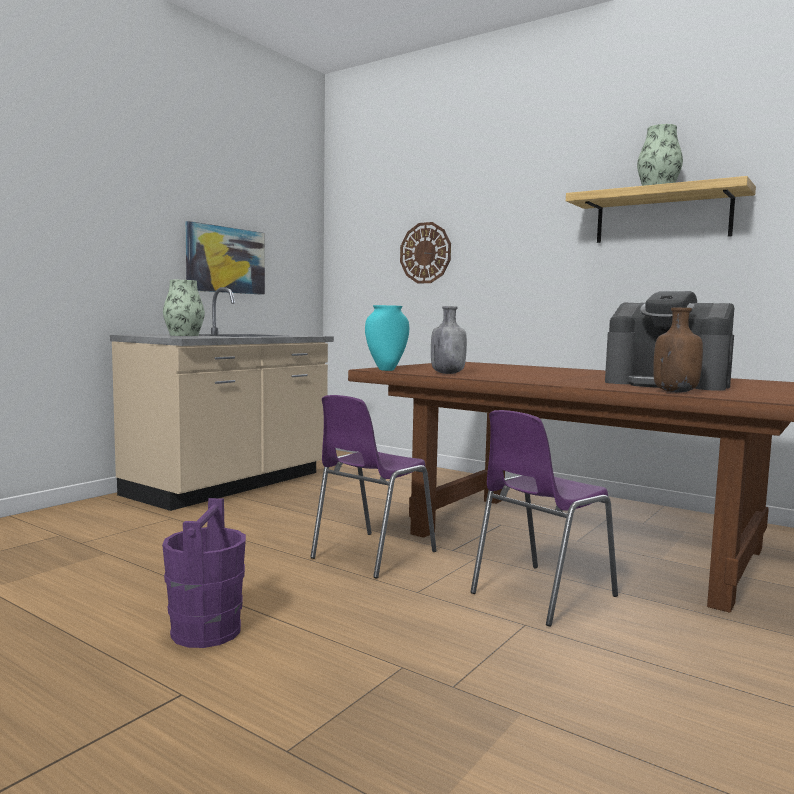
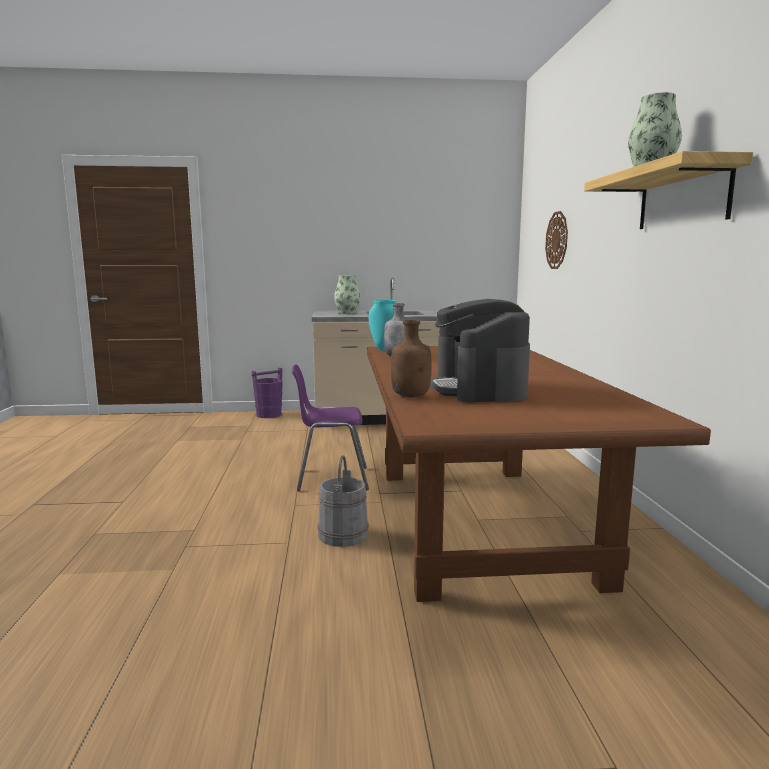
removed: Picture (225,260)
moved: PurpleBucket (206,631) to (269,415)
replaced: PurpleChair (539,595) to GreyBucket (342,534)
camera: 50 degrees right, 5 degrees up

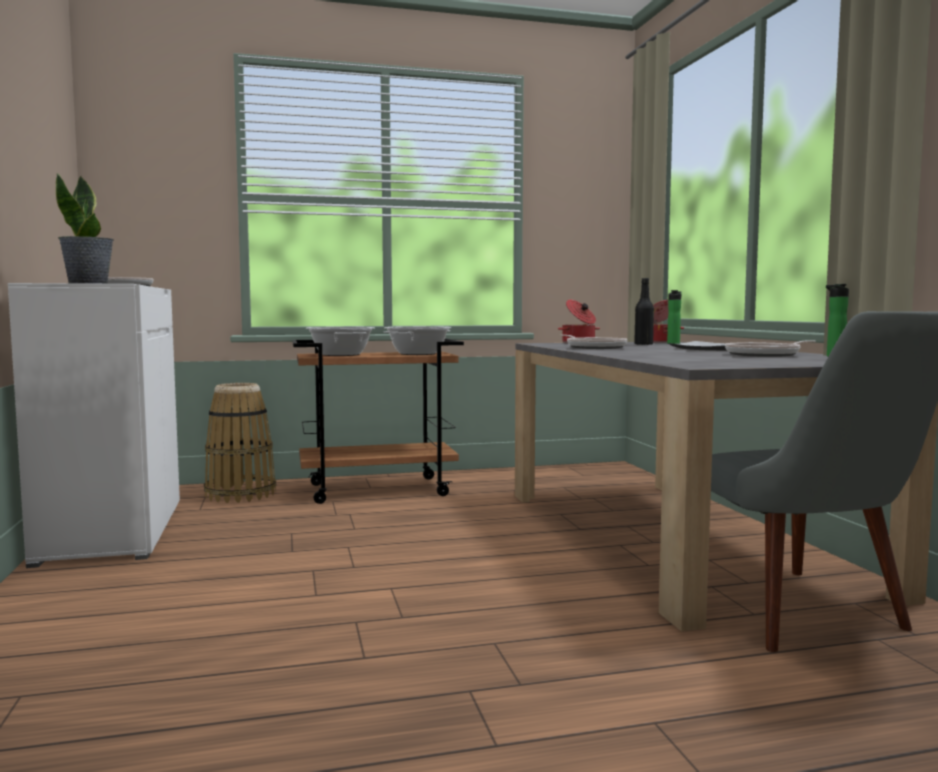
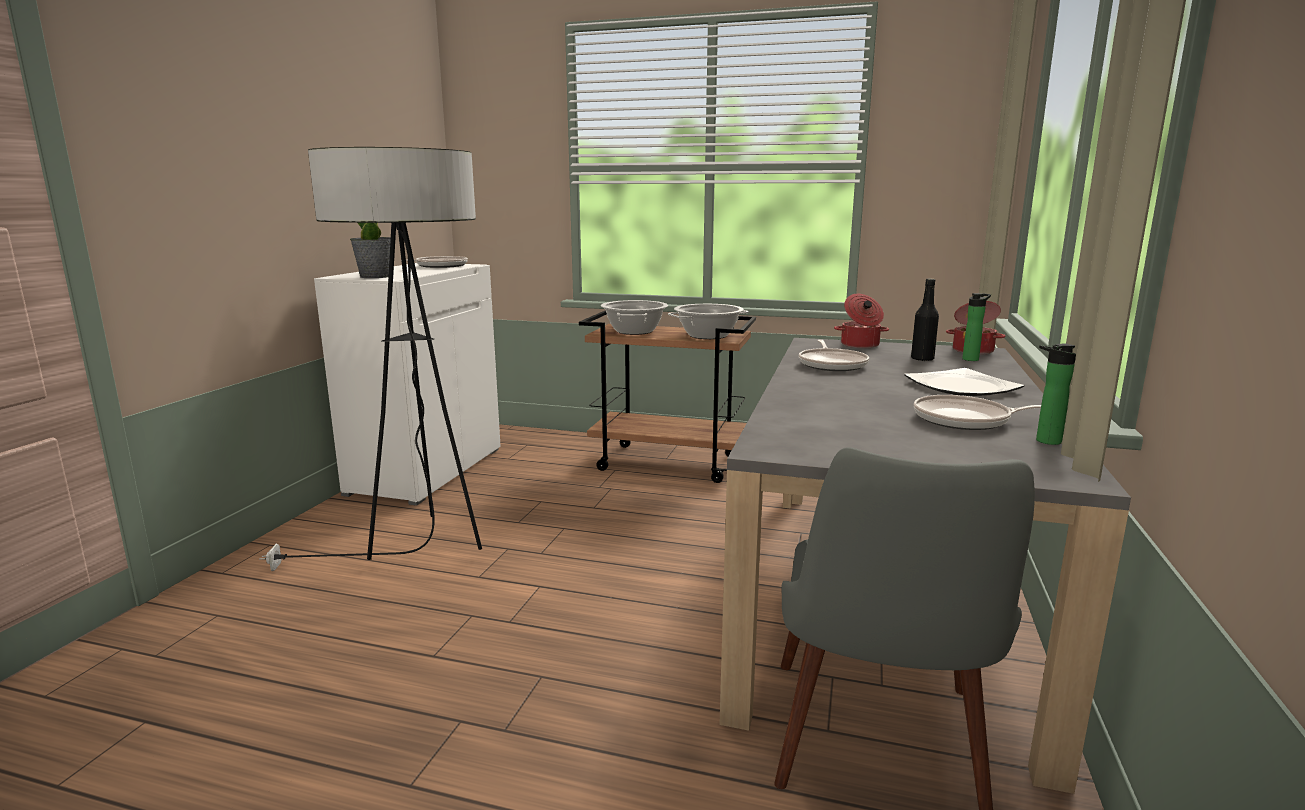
removed: Basket (241,494)
added: FloorLamp (421,550)
camera: 30 degrees right, 10 degrees up

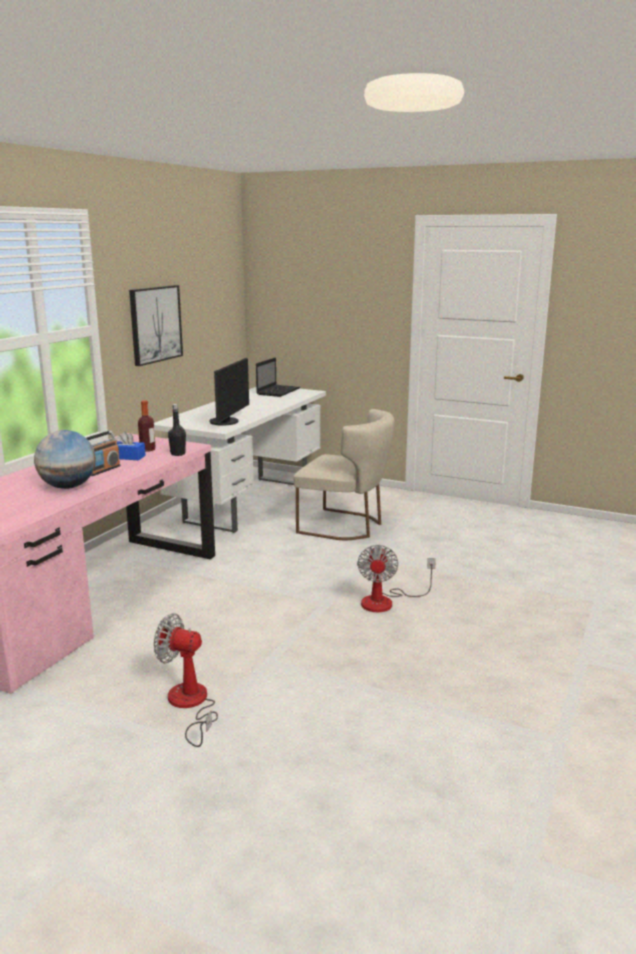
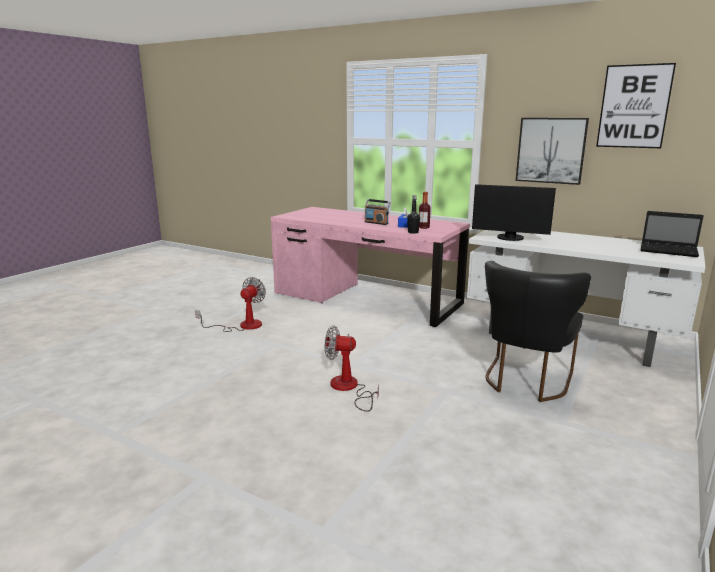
removed: Globe (68,487)
added: Picture (634,106)
recoloured: BeigeChair (346,526) to BlackChair (525,382)
camera: 95 degrees right, 0 degrees up

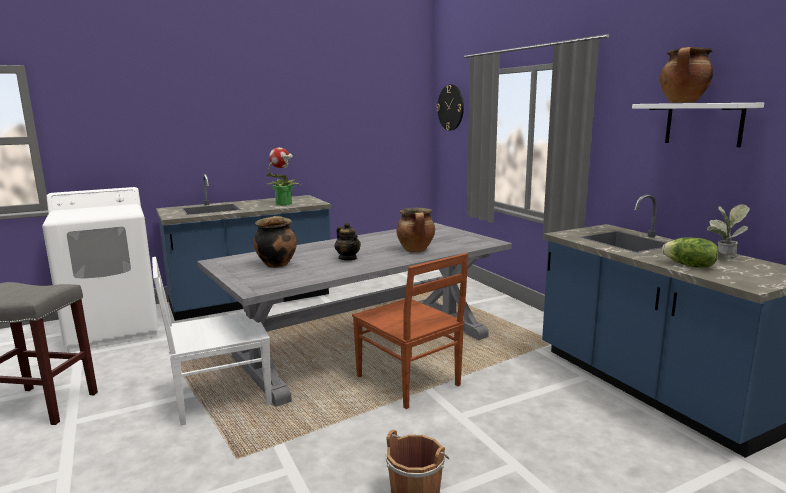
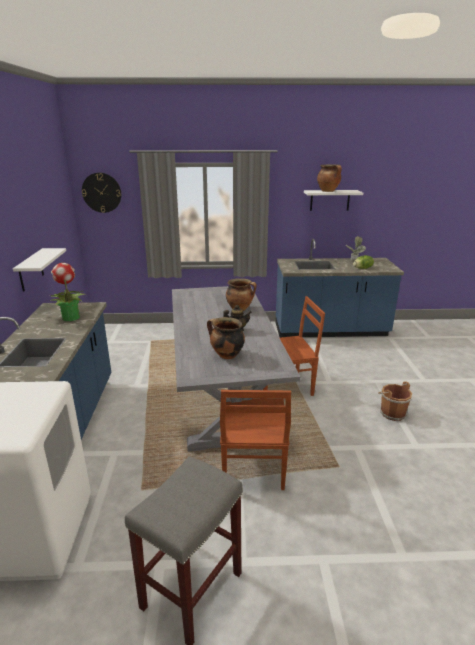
added: WhiteShelf (31,270)
recoloured: WhiteChair (219,397) to BrownChair (252,466)
camera: 65 degrees left, 10 degrees up

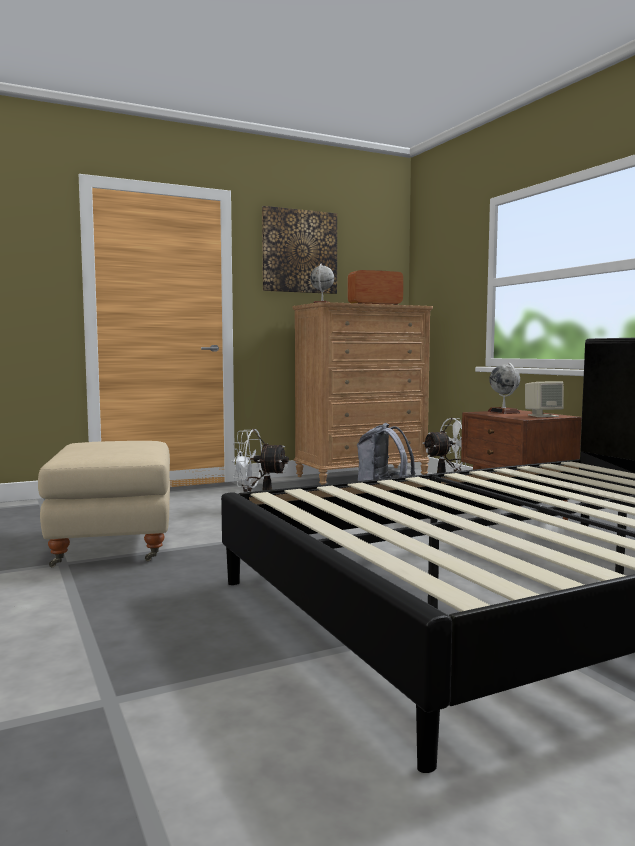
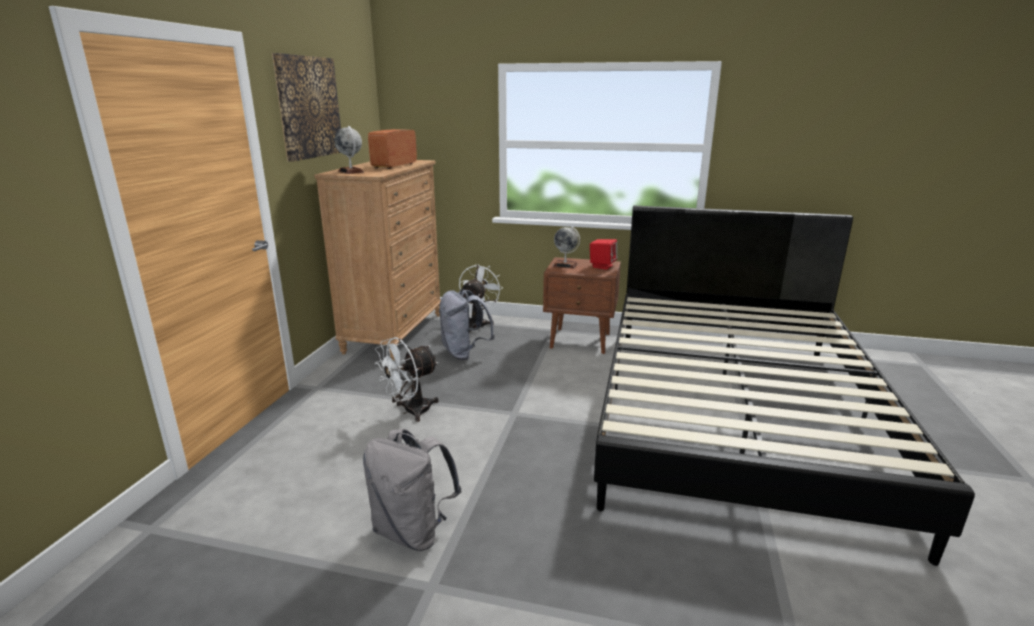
replaced: BeigeOttoman (115,545) to GreyBackpack (413,531)
recoloured: BeigeSpeaker (543,416) to RedSpeaker (602,266)
camera: 50 degrees left, 15 degrees up

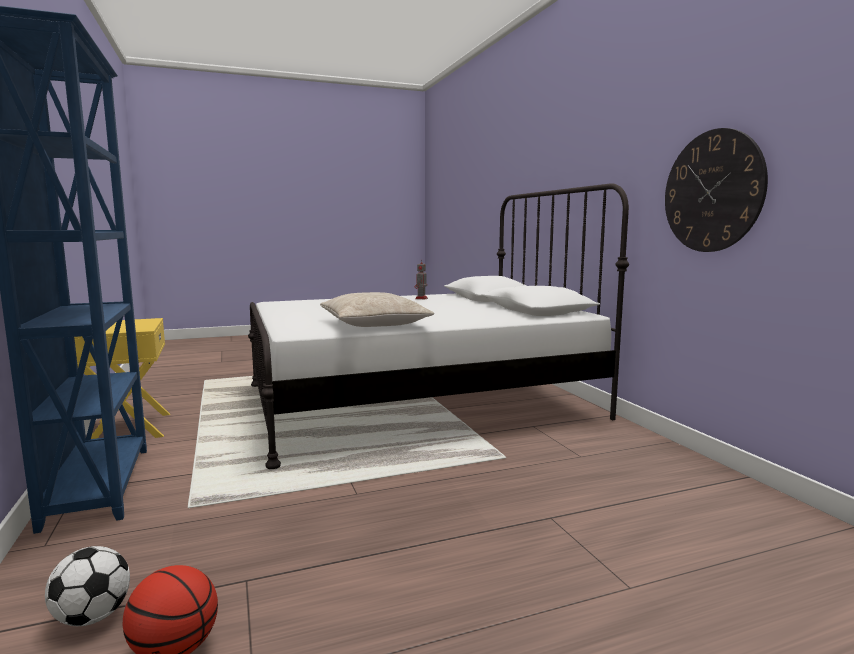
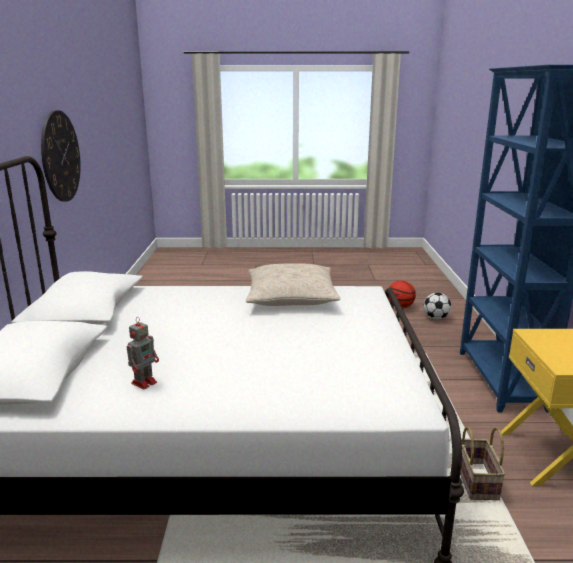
added: Basket (478,483)
camera: 160 degrees left, 10 degrees up

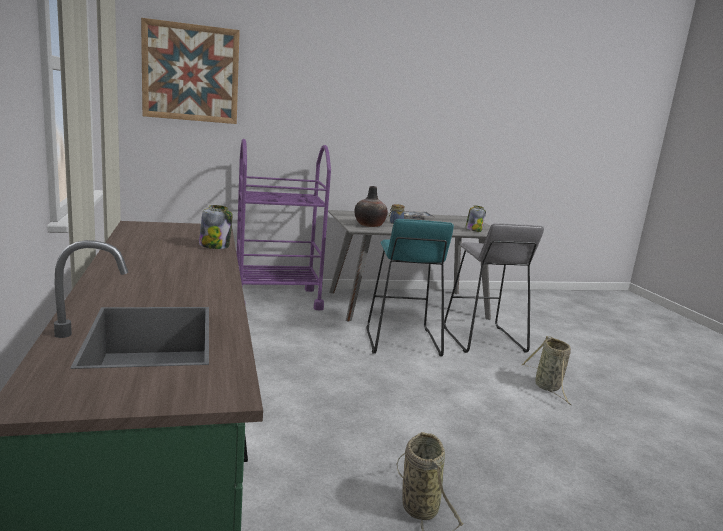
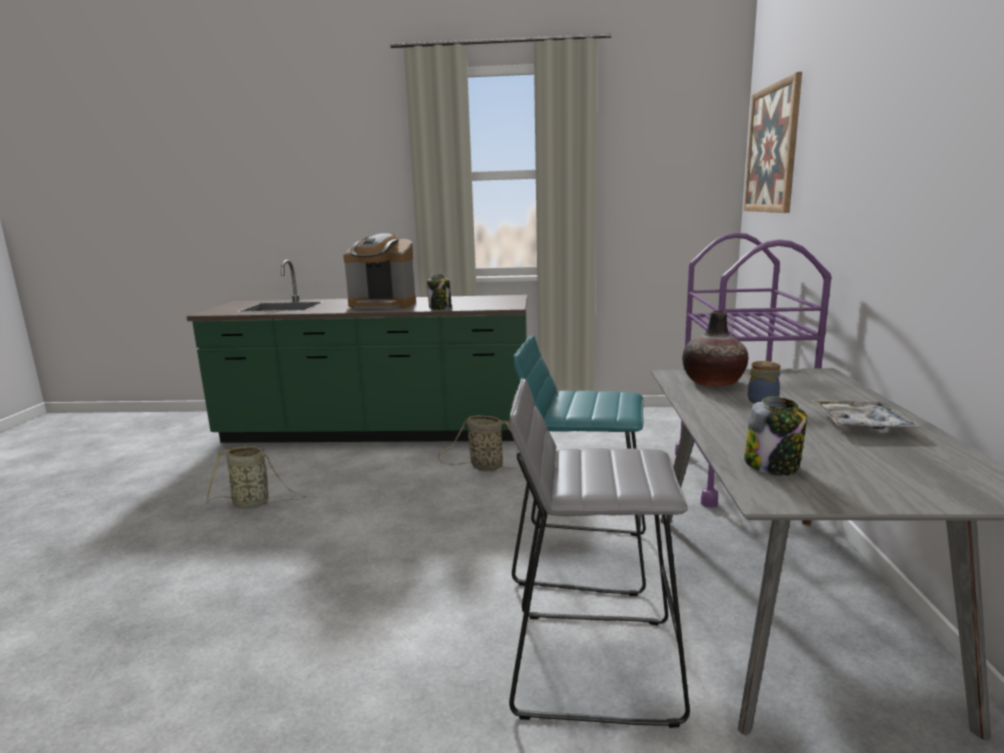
added: CoffeeMachine (383,305)
moved: Basket (548,388) to (484,467)
camera: 110 degrees right, 0 degrees up

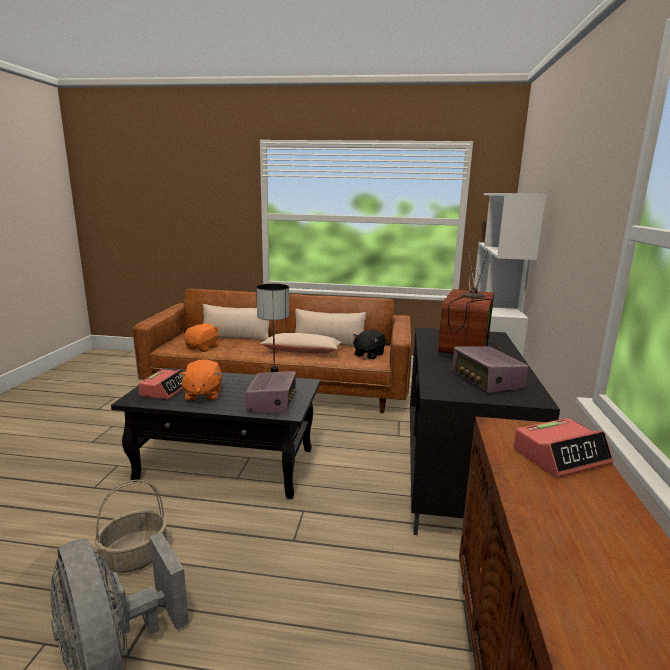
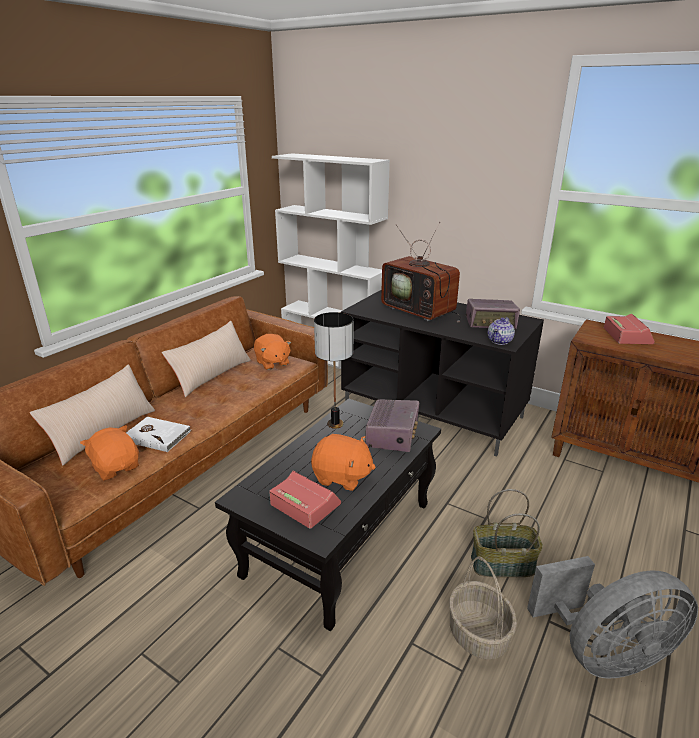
removed: BeigePillow (302,352)
added: Teapot (500,341); WhiteBook (157,435); Basket (502,565)
recoloured: BlackPlushToy (368,354) to OrangePlushToy (272,363)
turned: Radio (272,403) = (392,435) 75 degrees clockwise
camera: 65 degrees left, 10 degrees up

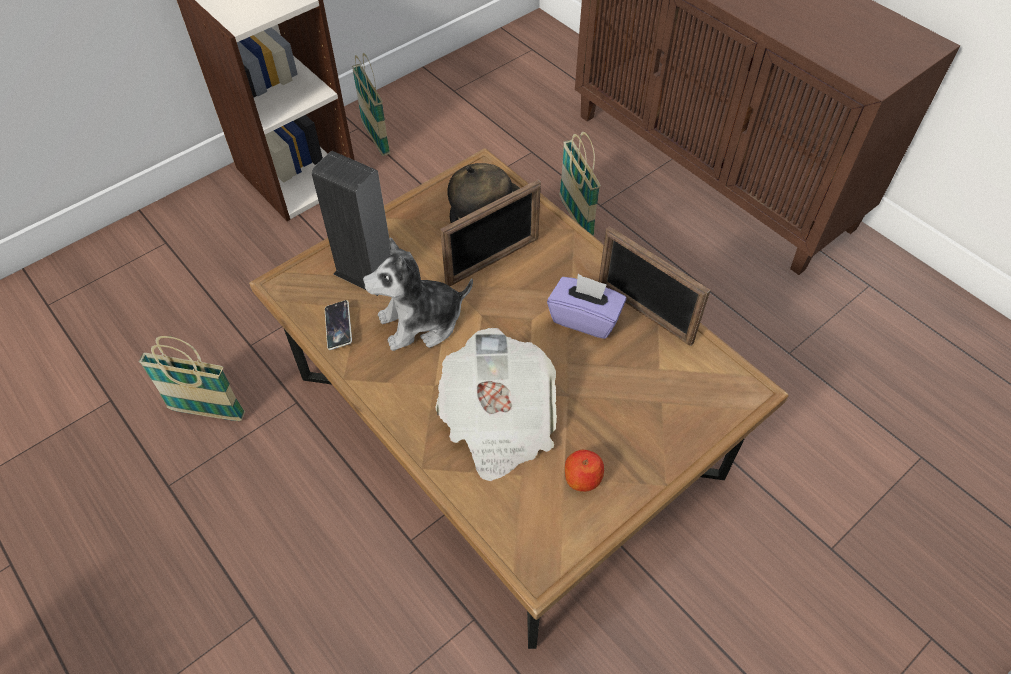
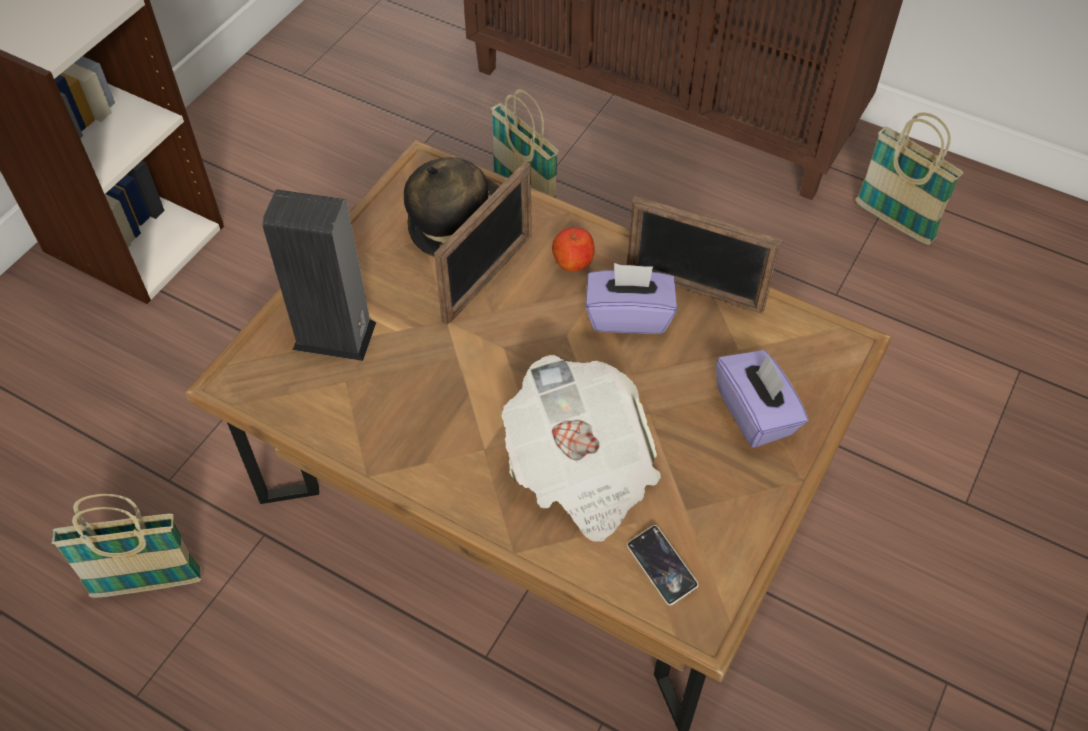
removed: PlushToy (421,322)
added: PurpleTissueBox (756,413)
moved: Basket (375,139) to (894,222); Phone (338,327) to (661,567); Apple (582,477) to (573,261)
camera: 20 degrees left, 0 degrees up

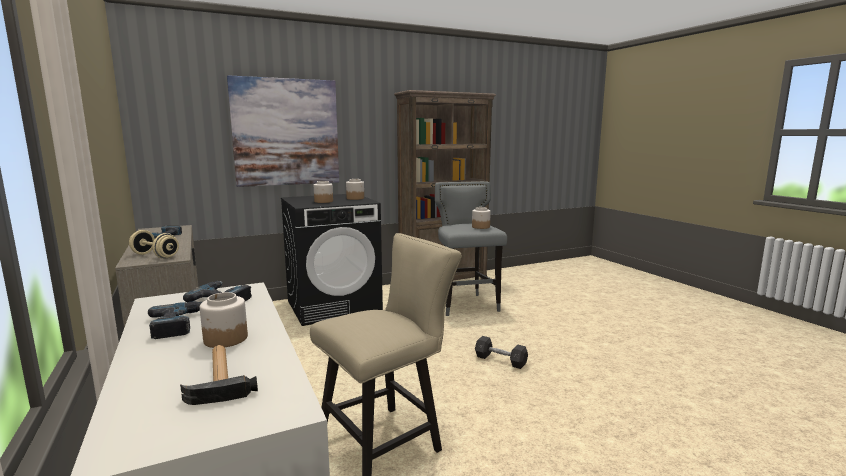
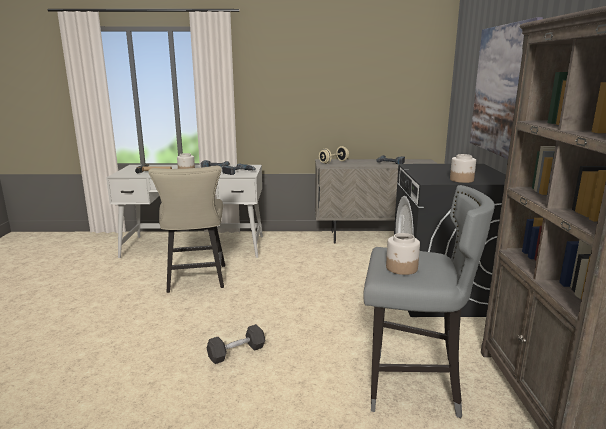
removed: Jar (323,201)
camera: 115 degrees right, 5 degrees up

